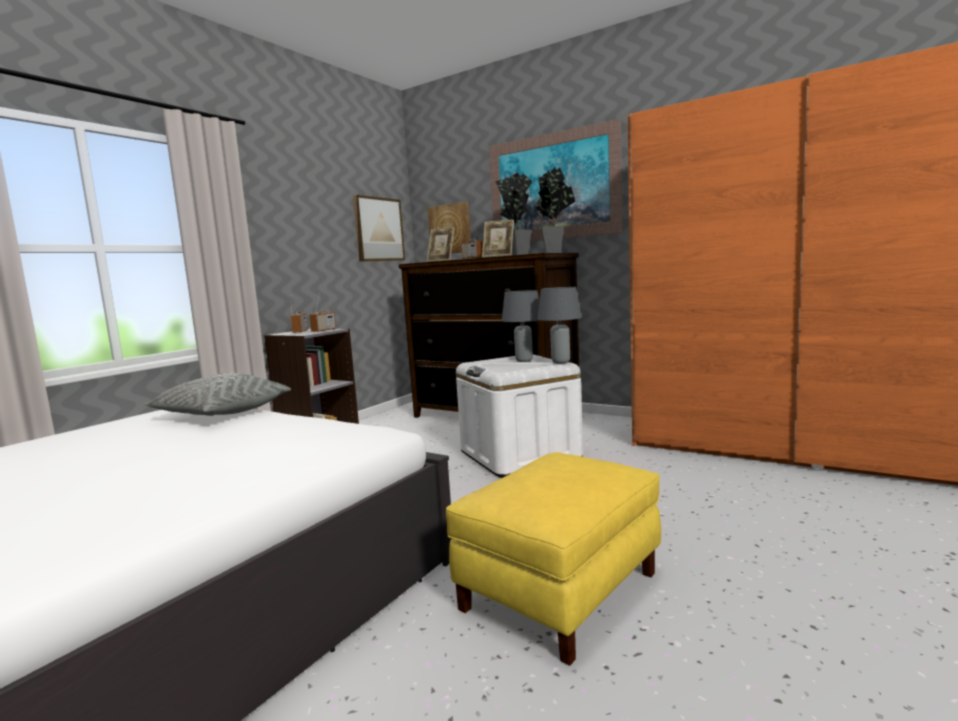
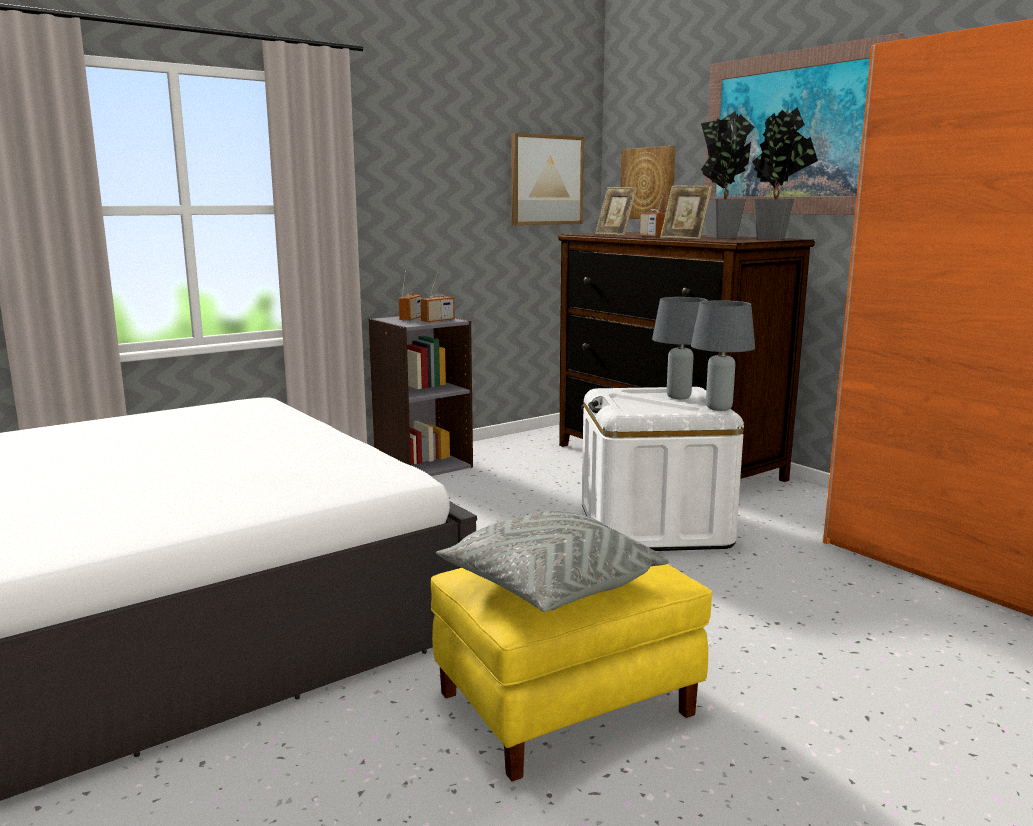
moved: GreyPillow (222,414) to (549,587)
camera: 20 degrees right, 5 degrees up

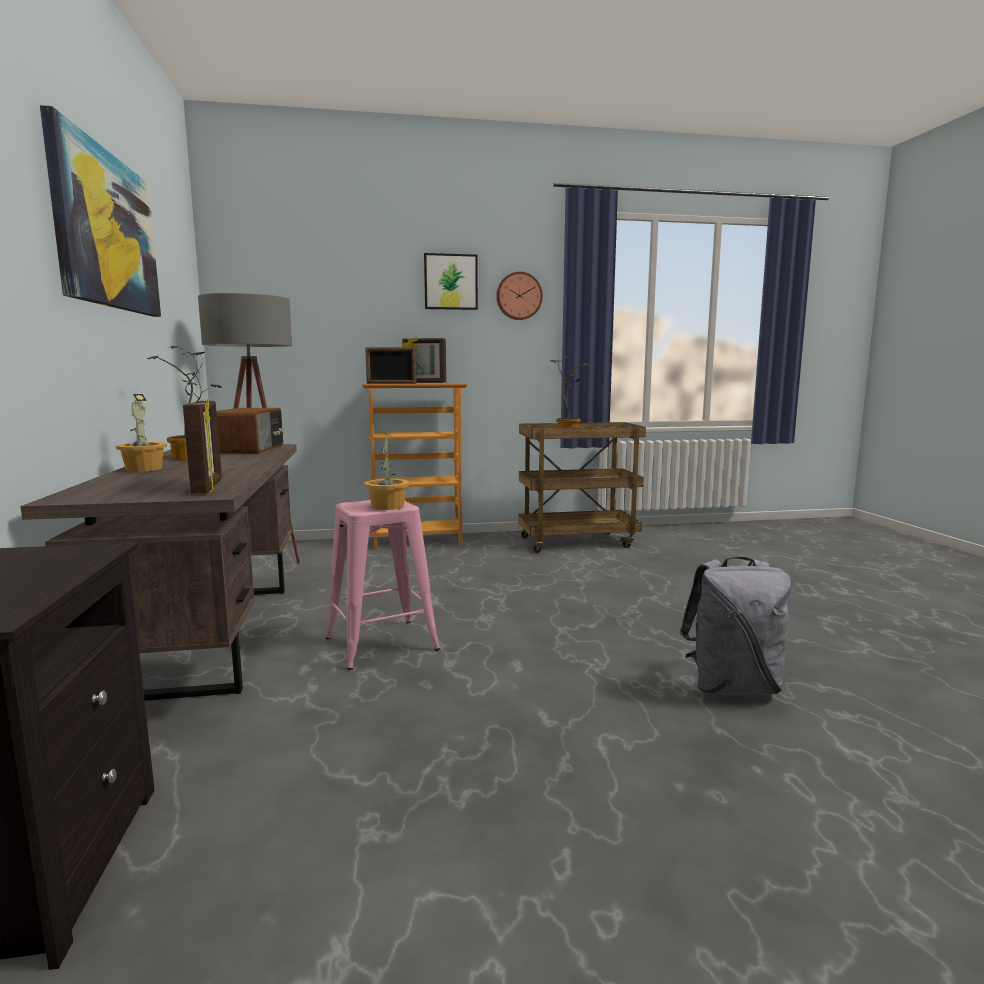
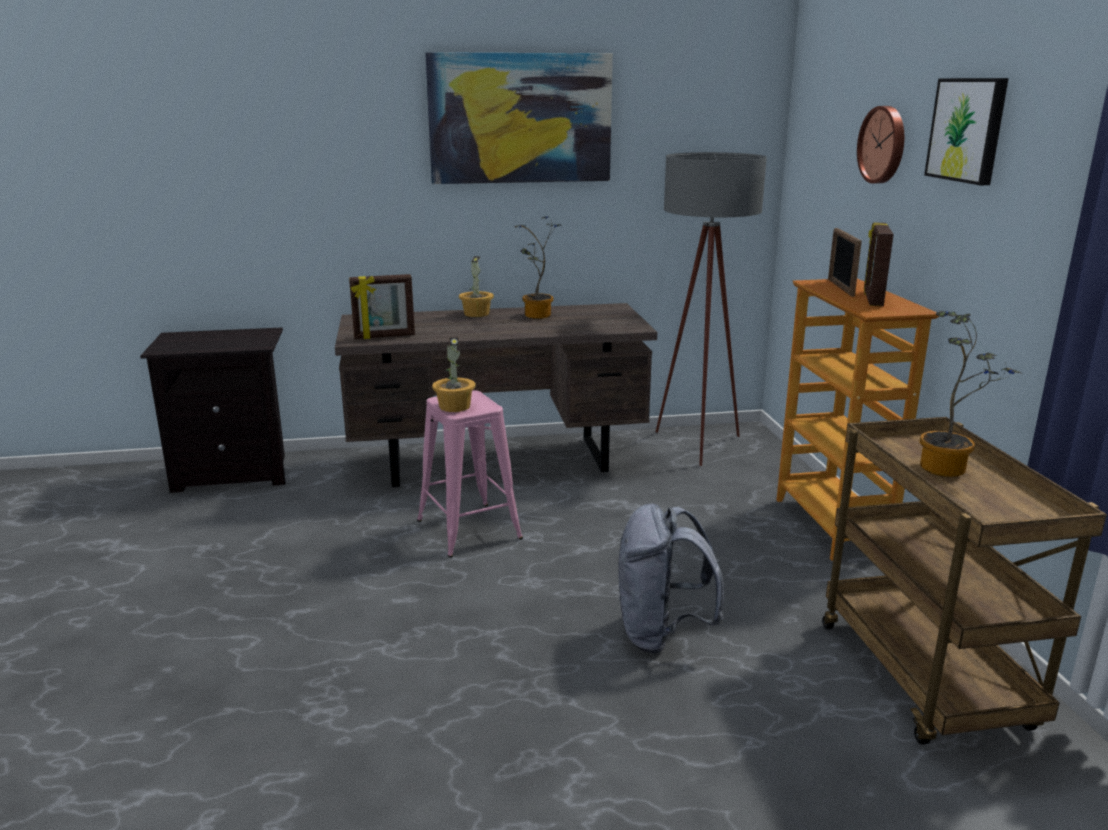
removed: Radio (252,449)
moved: WallClock (518,296) to (884,145); GreyBackpack (732,687) to (661,634)
camera: 90 degrees right, 10 degrees up

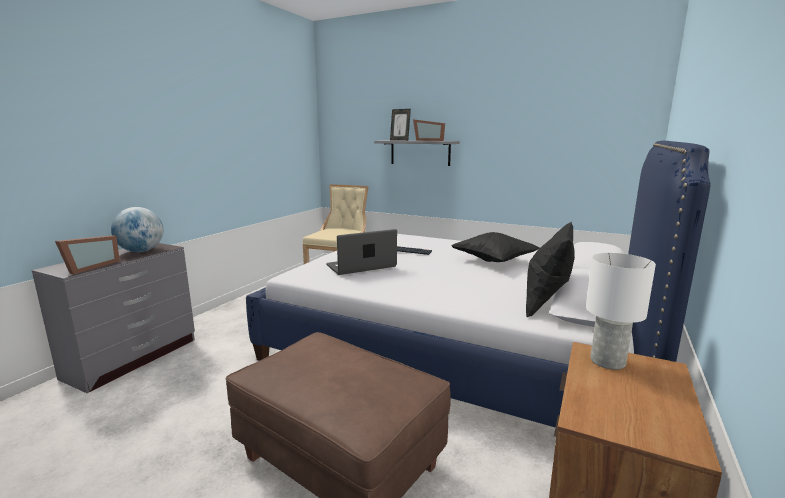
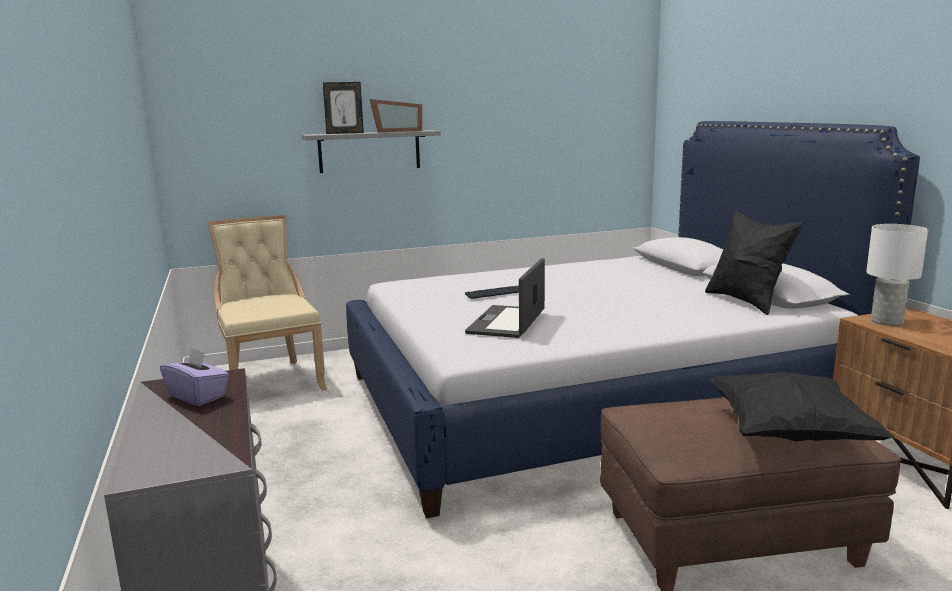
removed: PictureFrame (89,267)
moved: BlackPillow (494,261) to (789,434)
replaced: Globe (141,251) to PurpleTissueBox (198,396)
camera: 45 degrees left, 0 degrees up

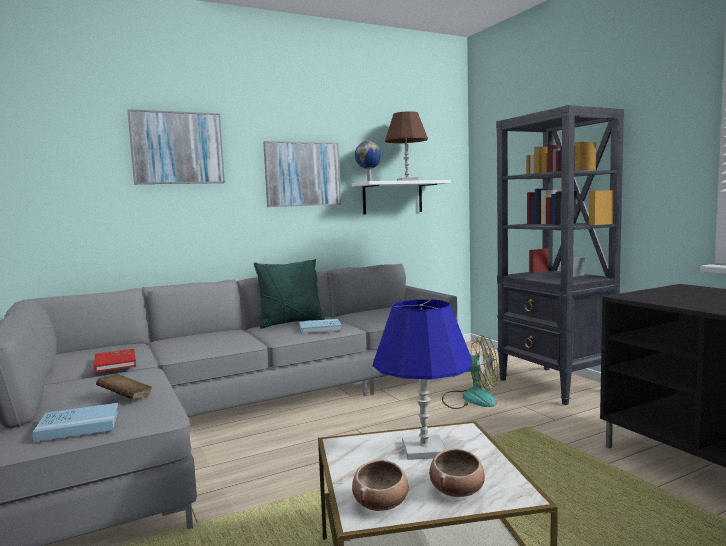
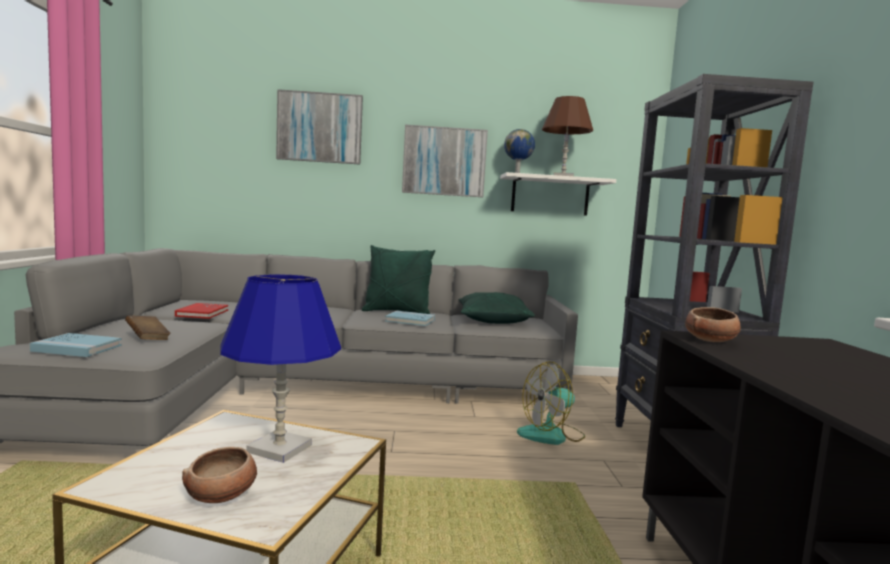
added: GreenPillow (492,320)
moved: Bowl (381,503) to (711,340)
turned: Fan (470,398) = (551,435) 105 degrees clockwise
camera: 25 degrees right, 0 degrees up

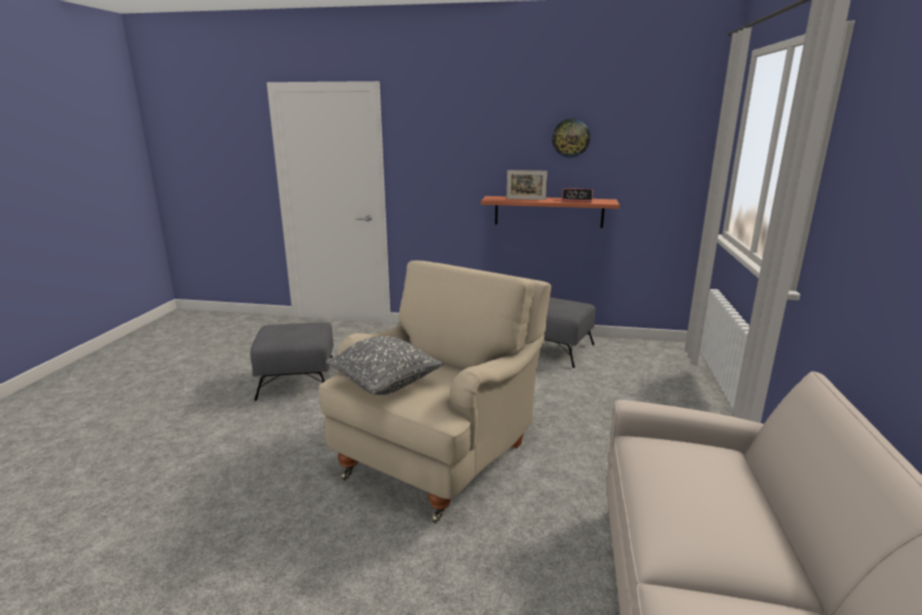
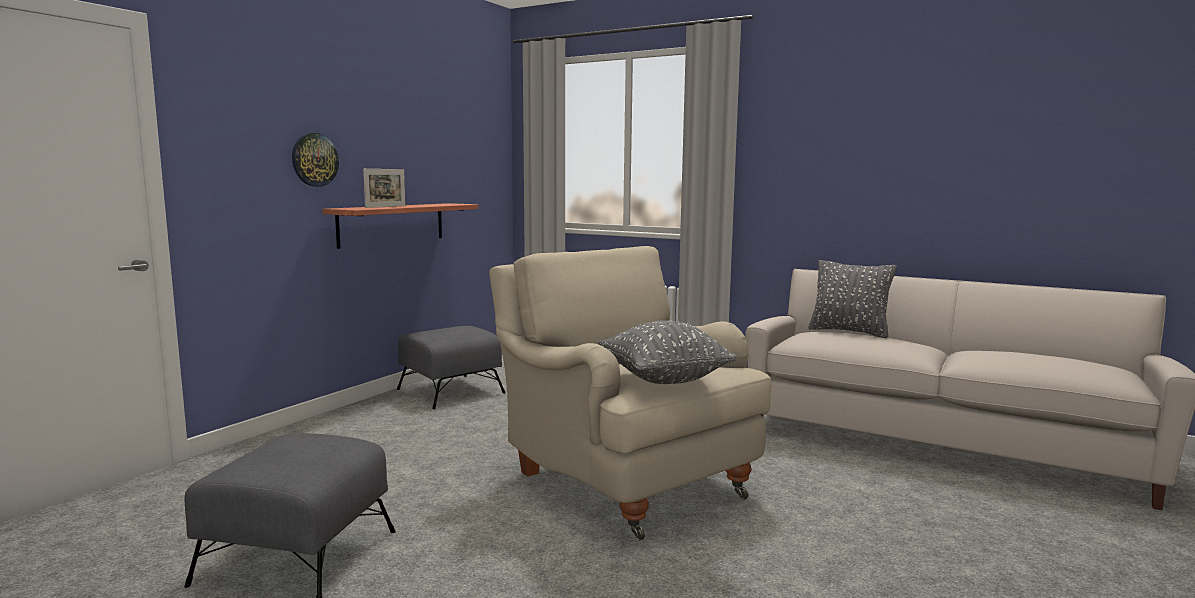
removed: AlarmClock (577,200)
added: GreyPillow (849,332)
moved: WallClock (570,138) to (314,159)
camera: 70 degrees left, 10 degrees down

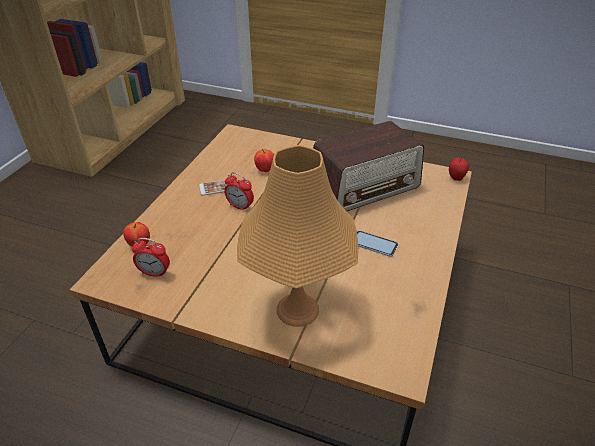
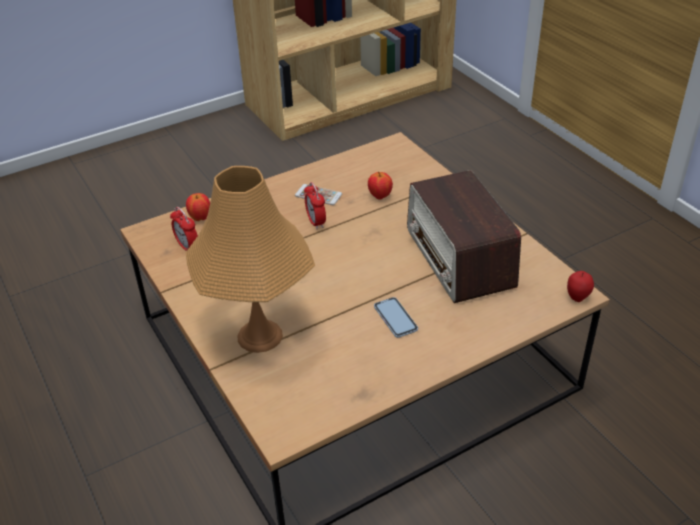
turned: Radio (365,186) = (459,258) 60 degrees clockwise
camera: 40 degrees right, 0 degrees up

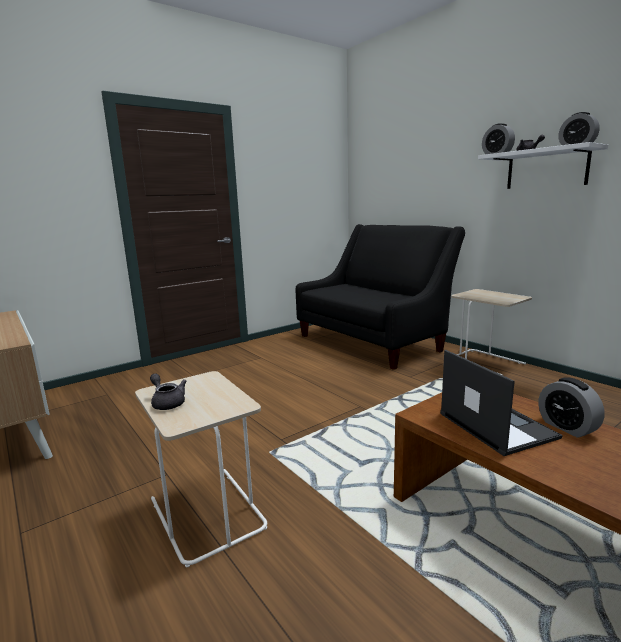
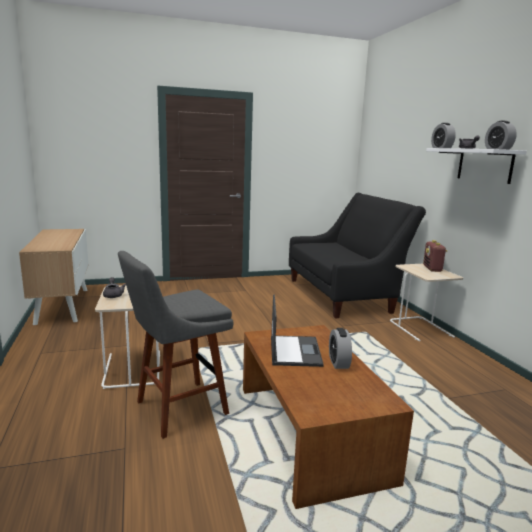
added: Radio (432,269); GreyStool (177,409)
camera: 20 degrees right, 0 degrees up

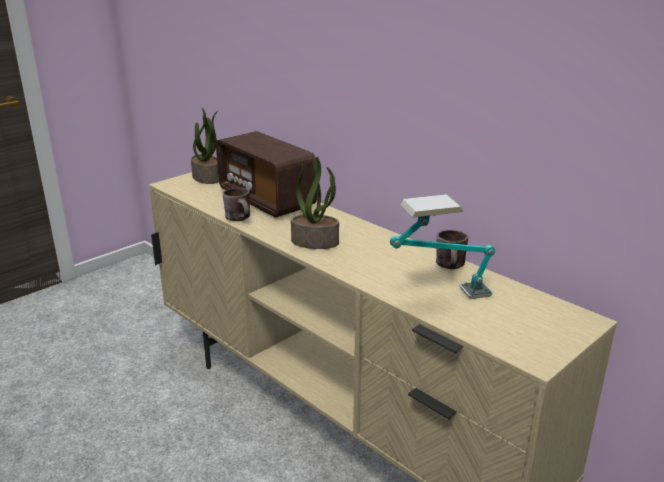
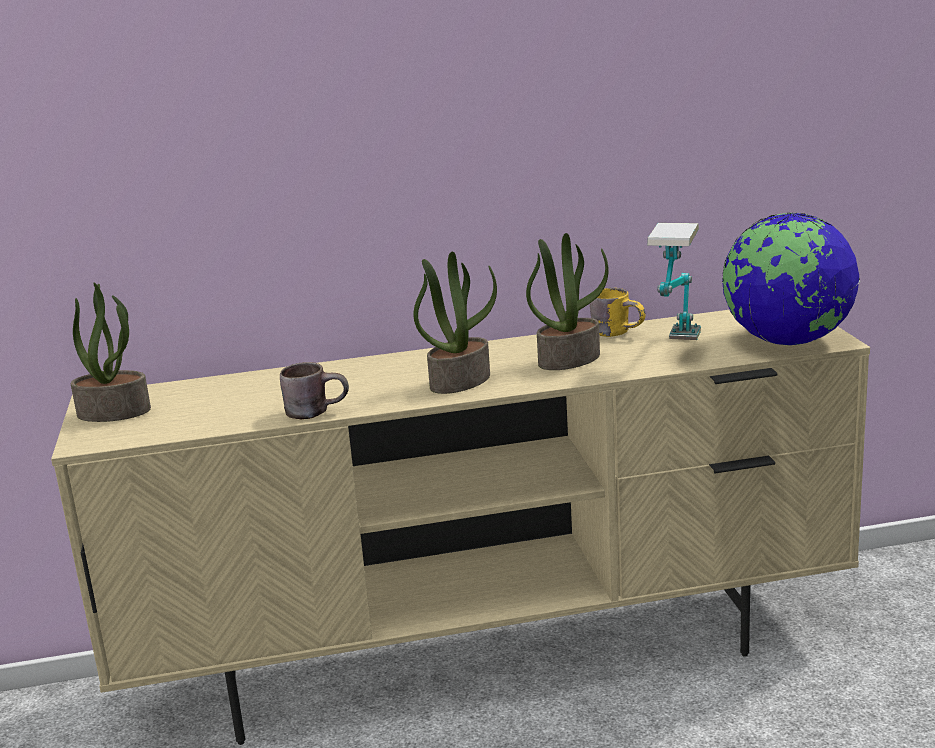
removed: Radio (266,199)
added: Globe (787,342); PottedPlant (569,359)
recoloured: BrownMug (453,267) to YellowMug (619,332)
camera: 55 degrees left, 5 degrees down

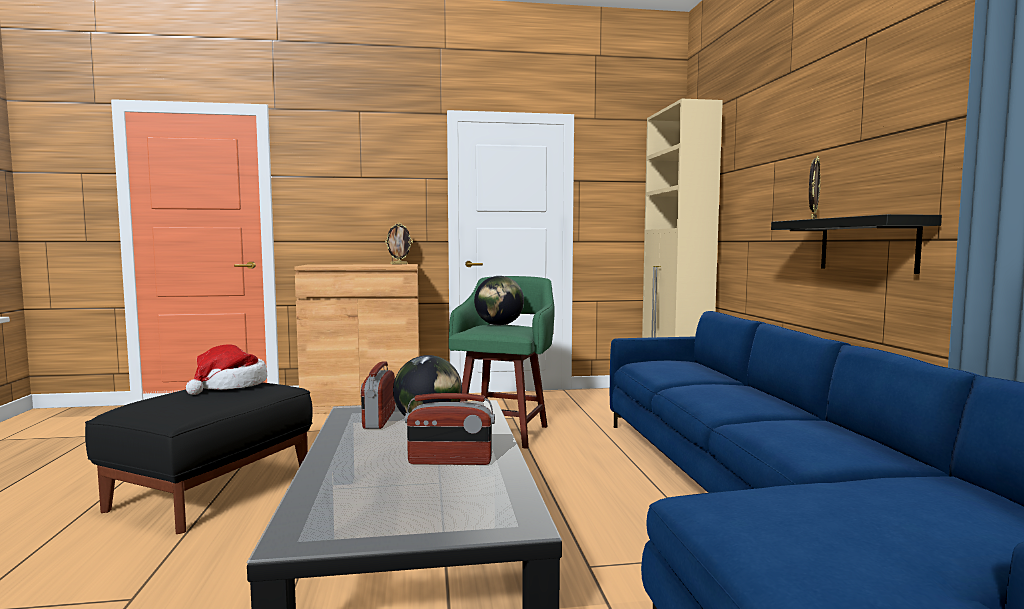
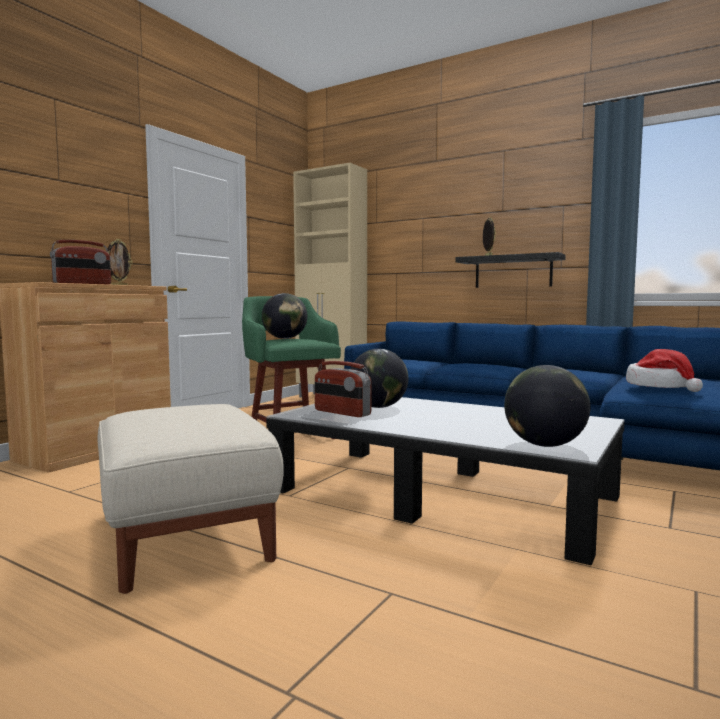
added: Globe (544,445)
moved: Hat (230,386) to (660,386); Radio (450,461) to (83,284)
recoloured: BlackOttoman (214,489) to BeigeOttoman (186,534)
camera: 50 degrees left, 0 degrees up

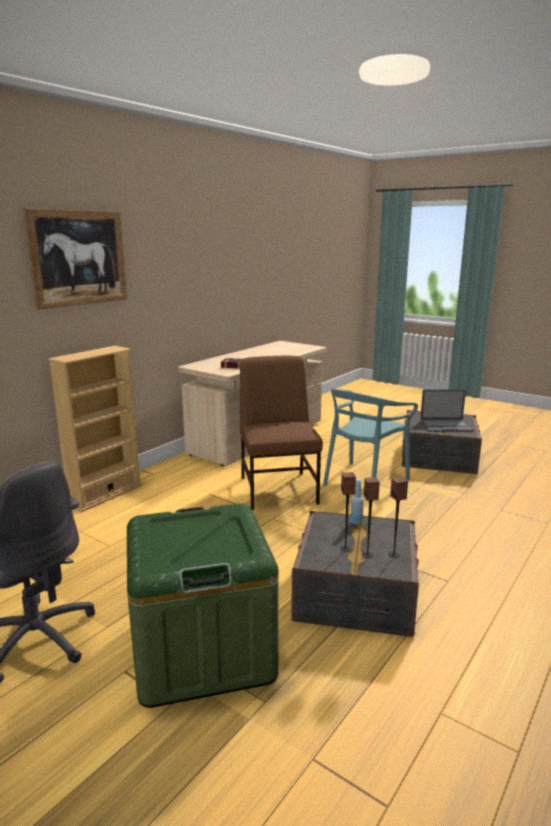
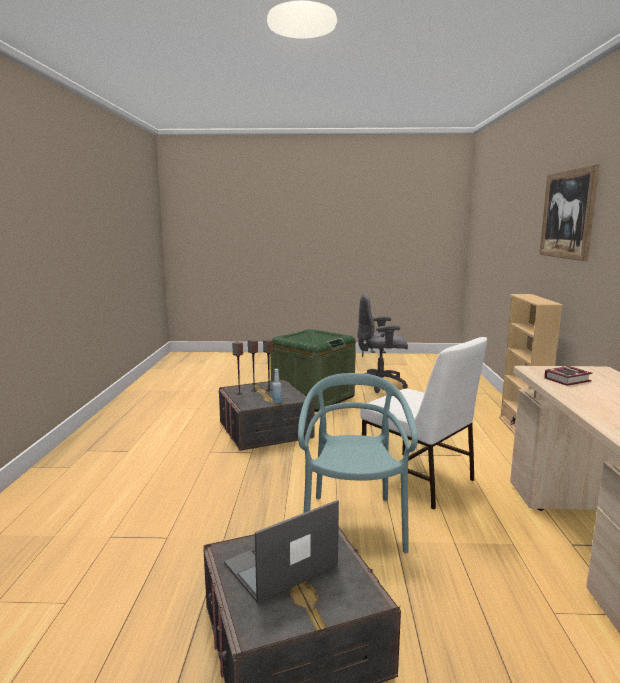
recoloured: BrownChair (279,489) to WhiteChair (418,480)
camera: 145 degrees right, 5 degrees down

